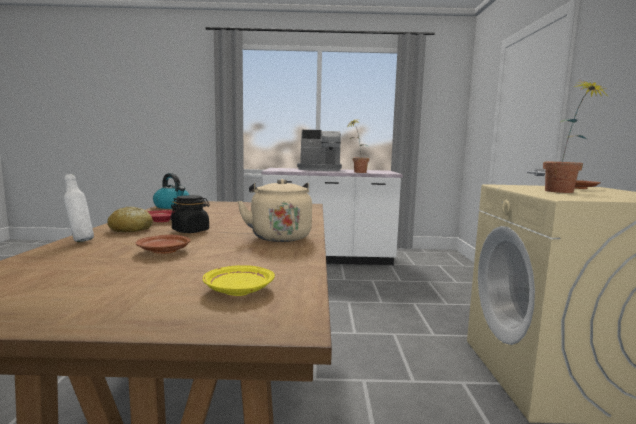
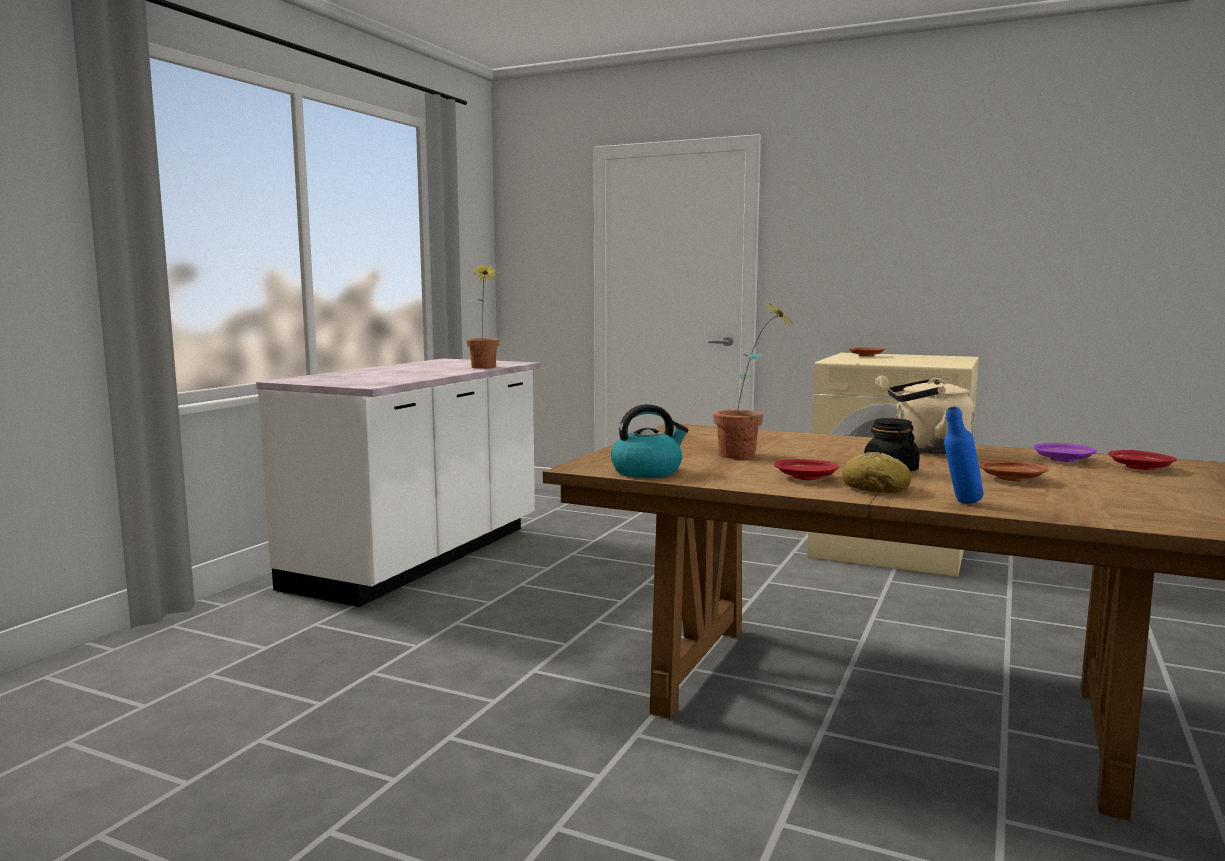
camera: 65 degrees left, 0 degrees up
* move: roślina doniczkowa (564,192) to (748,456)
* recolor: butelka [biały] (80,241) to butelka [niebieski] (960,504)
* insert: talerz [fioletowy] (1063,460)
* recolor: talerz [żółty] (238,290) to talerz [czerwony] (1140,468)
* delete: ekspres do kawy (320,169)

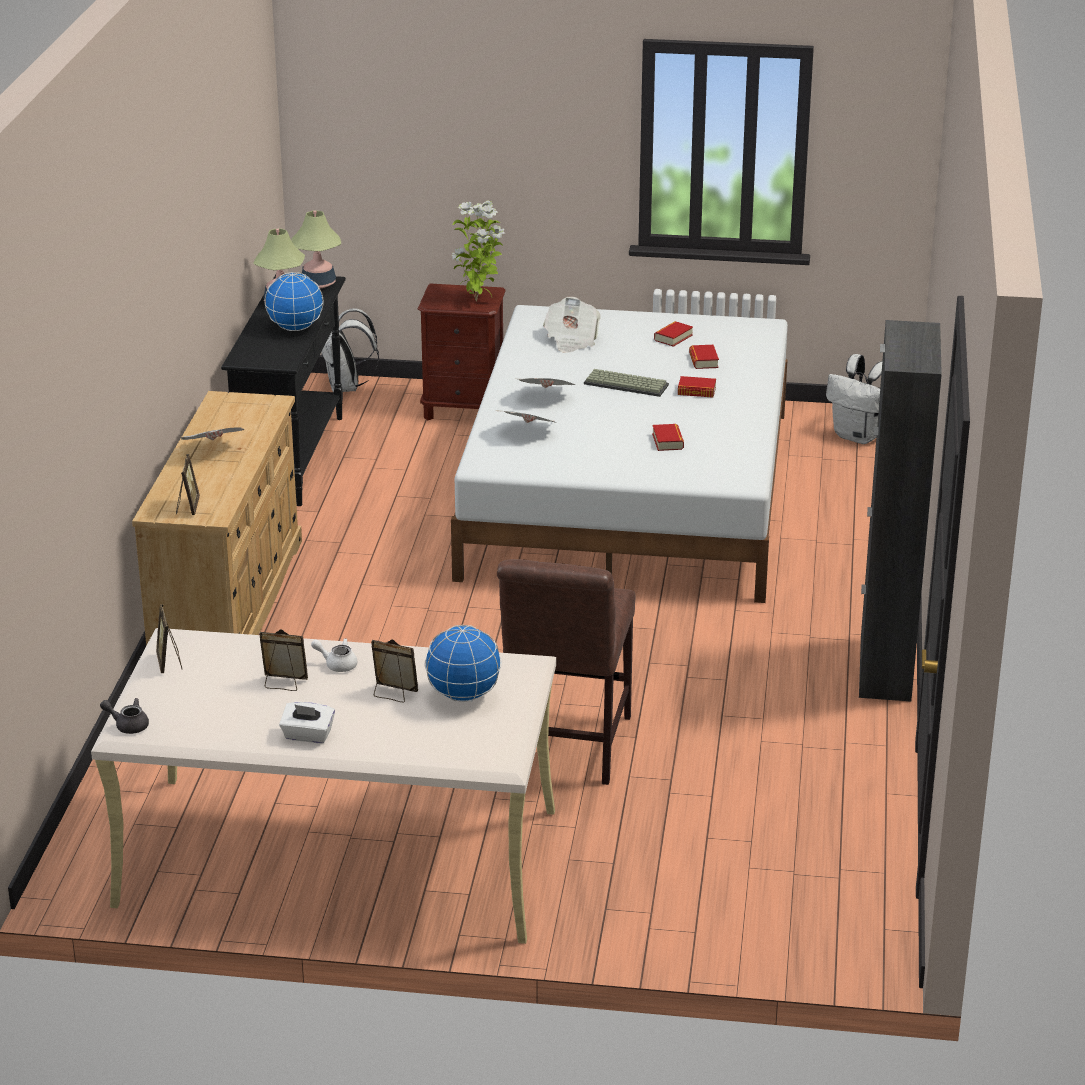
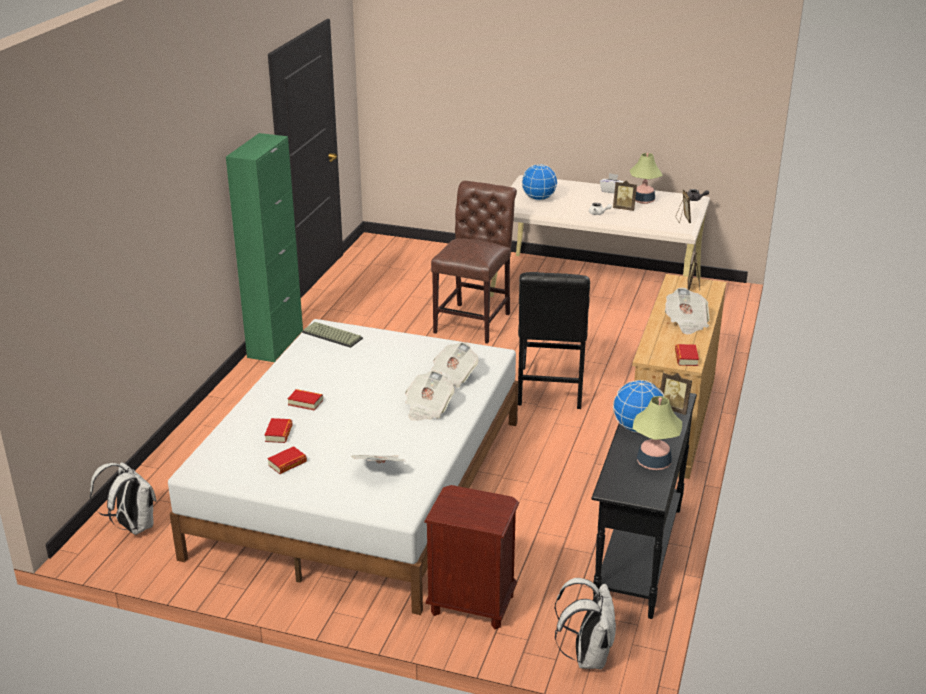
camera: 170 degrees left, 0 degrees up
* recolor: szafka [czarny] (885,668) to szafka [zielony] (275,344)
* move: klawiatura (627,384) to (331,336)
* insert: krzesło [czarny] (549,390)
* move: lampa stołowa (318,283) to (643,200)
* move: ramka na zdjęcie (393,694) to (674,409)
* move: książka (667,441) to (686,358)
* delete: roślina doniczkowa (478,301)

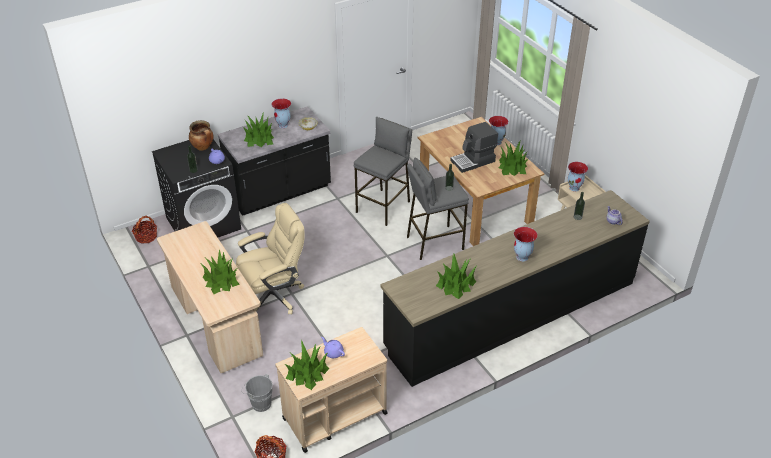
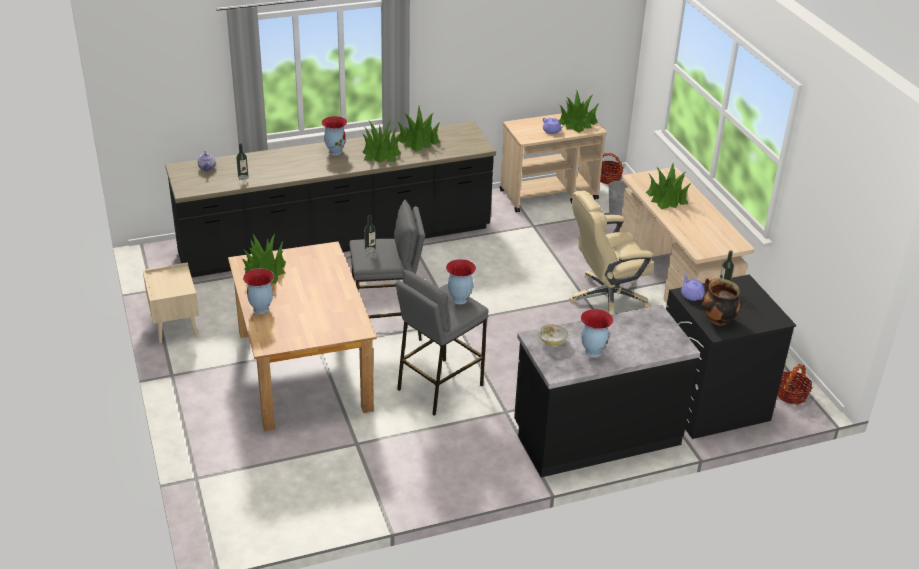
camera: 170 degrees left, 5 degrees down
* move: roślina doniczkowa (259,139) to (381,153)
* move: wazon (574,188) to (459,299)
* delete: ekspres do kawy (473,161)

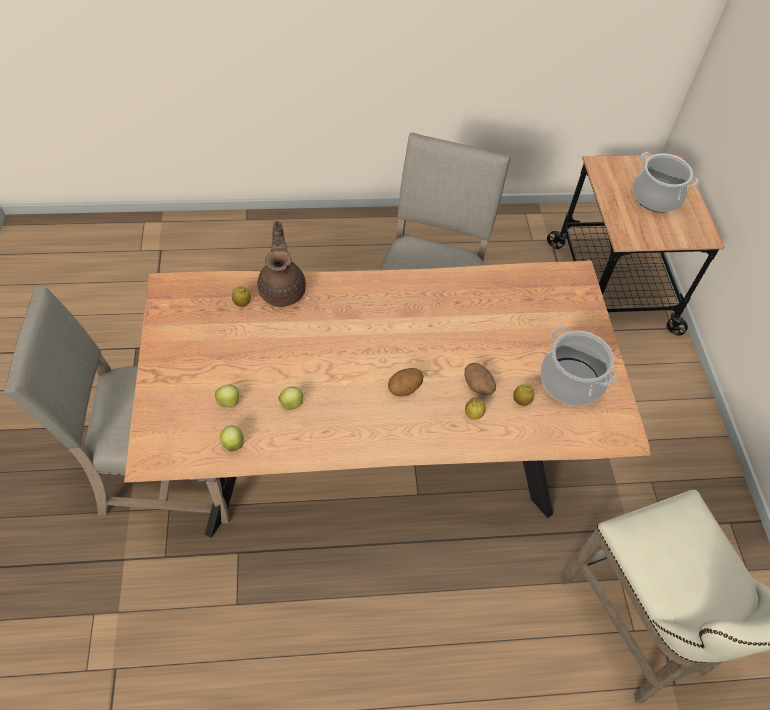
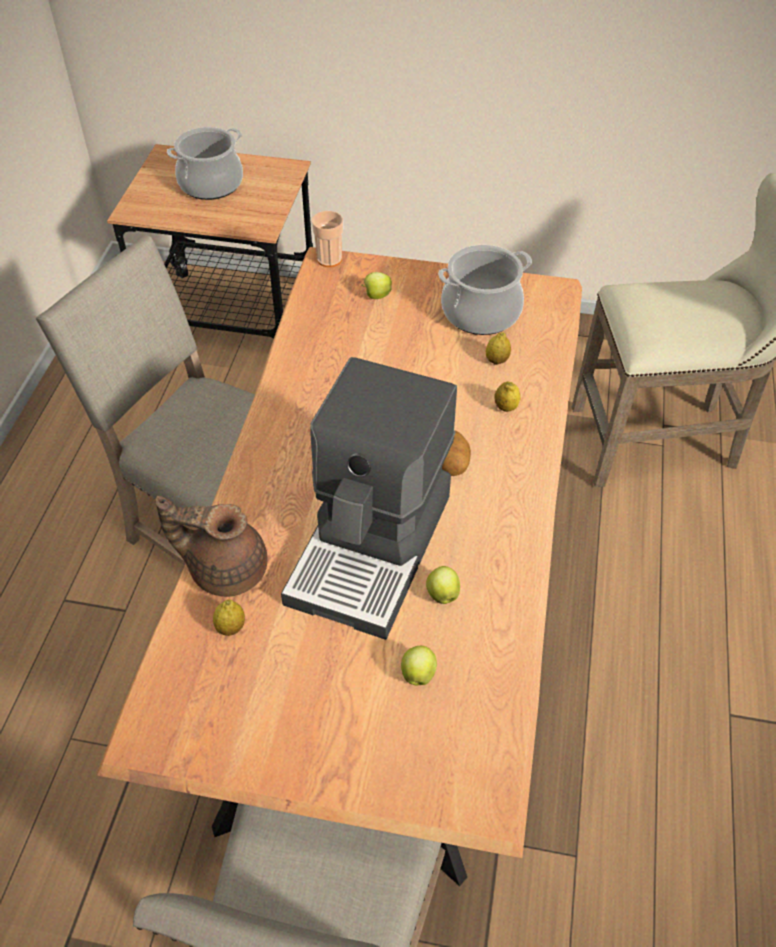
camera: 70 degrees left, 5 degrees down
* insert: ekspres do kawy (373,547)
* insert: filiżanka (329,259)
* move: jabłko (233,443) to (376,296)
* delete: ziemniak (478,386)

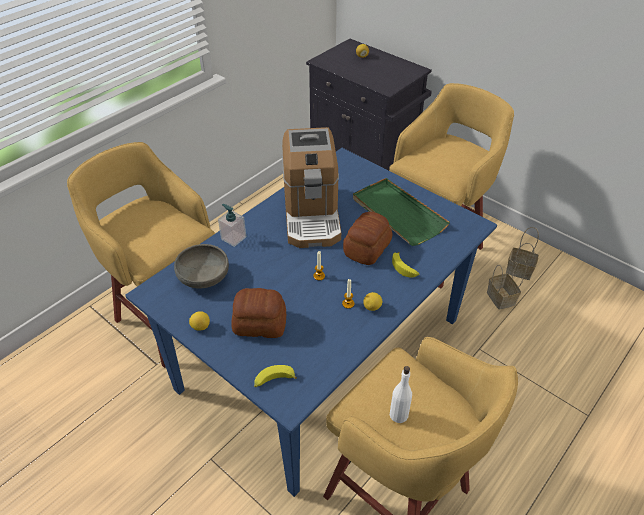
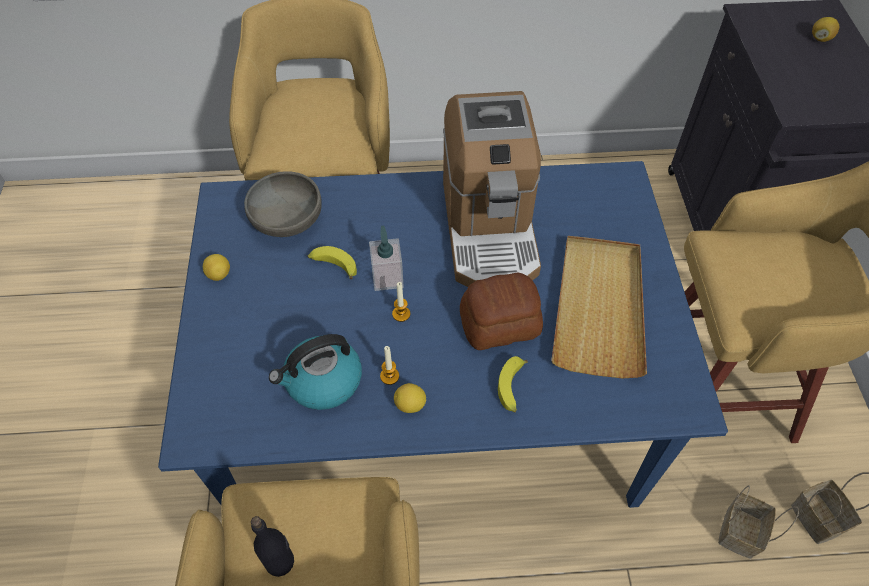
camera: 45 degrees right, 10 degrees up
* recolor: butelka [biały] (399,414) to butelka [czarny] (280,561)
* insert: czajnik (322,382)
* move: banan (274,381) to (333,266)
* move: dozownik mydła (233,238) to (387,277)
* rotate: ekspres do kawy (311,214) = (489,228) 45 degrees counterclockwise
* recolor: taca [zielony] (397,214) to taca [beżowy] (599,307)
* delete: chleb (259,323)

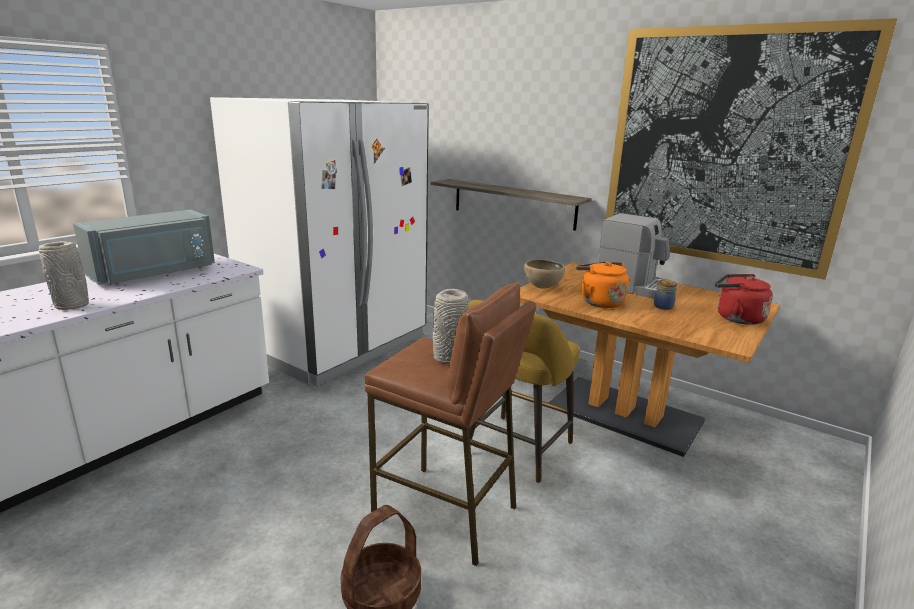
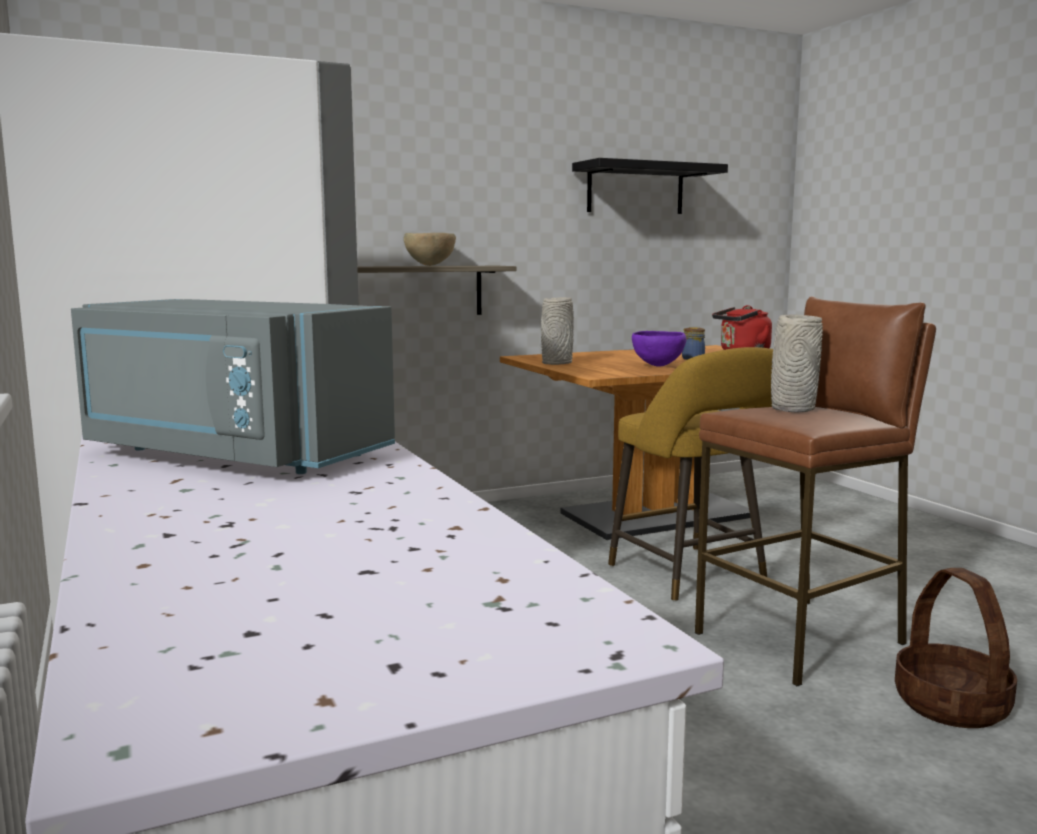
camera: 60 degrees left, 10 degrees down
* rotate: mikrofalówka [szary] (155,273) = (230,454) 135 degrees clockwise
* move: miska [brązowy] (542,288) to (430,265)
* move: wazon [szary] (73,305) to (556,363)
* replace: obraz (726,148) to półka [czarny] (635,189)
* replace: czajnik [pomarańczowy] (600,302) to miska [fioletowy] (657,366)
* delete: ekspres do kawy (635,288)

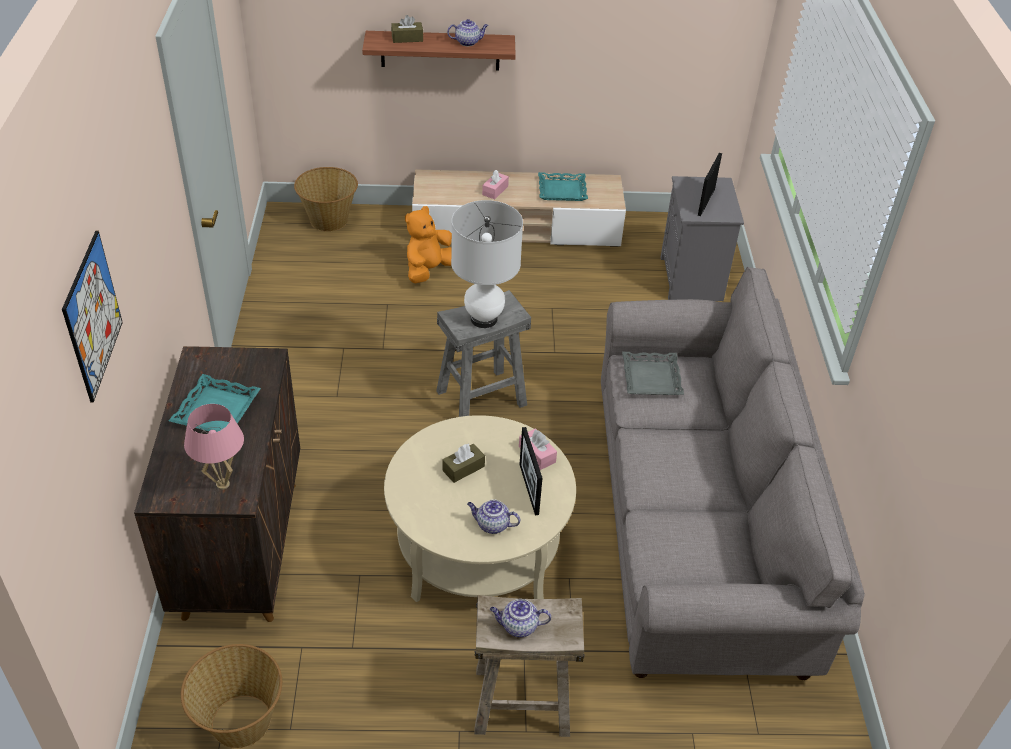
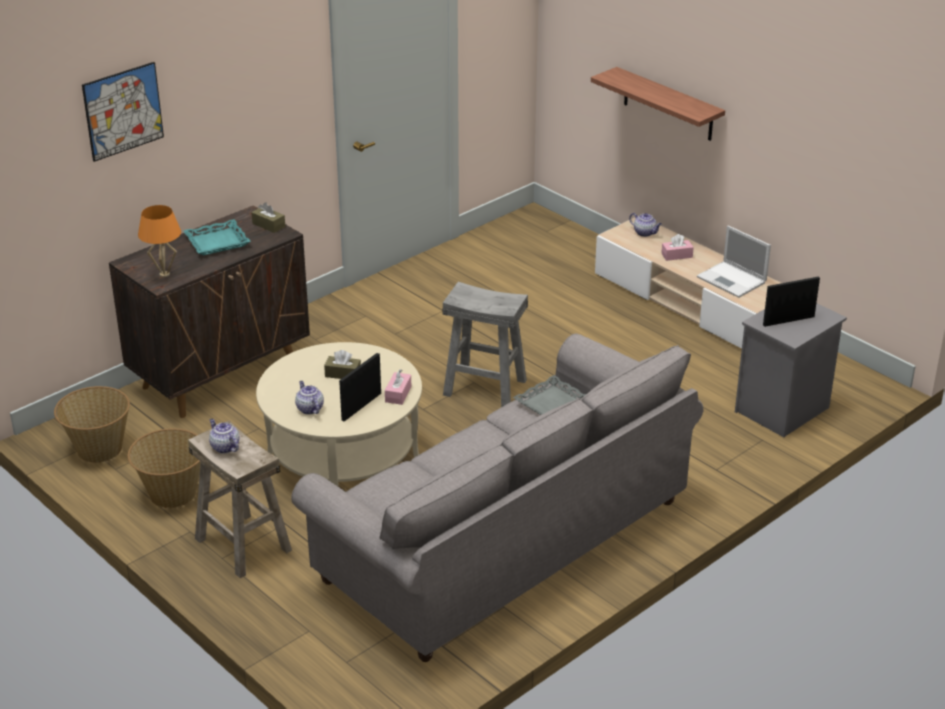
camera: 50 degrees right, 10 degrees down
* move: koszyk (329,221) to (172,494)
* recolor: lampa stołowa [różowy] (222,484) to lampa stołowa [pomarańczowy] (164,274)
* move: pudełko chusteczek [brązowy] (407,38) to (268,225)
* move: imbryk (468,42) to (645,233)
* replace: taca [turkusowy] (562,190) to laptop (732,280)
* delete: pluszak [pomarańczowy] (428,270)
* delete: lampa stołowa [biały] (484,319)

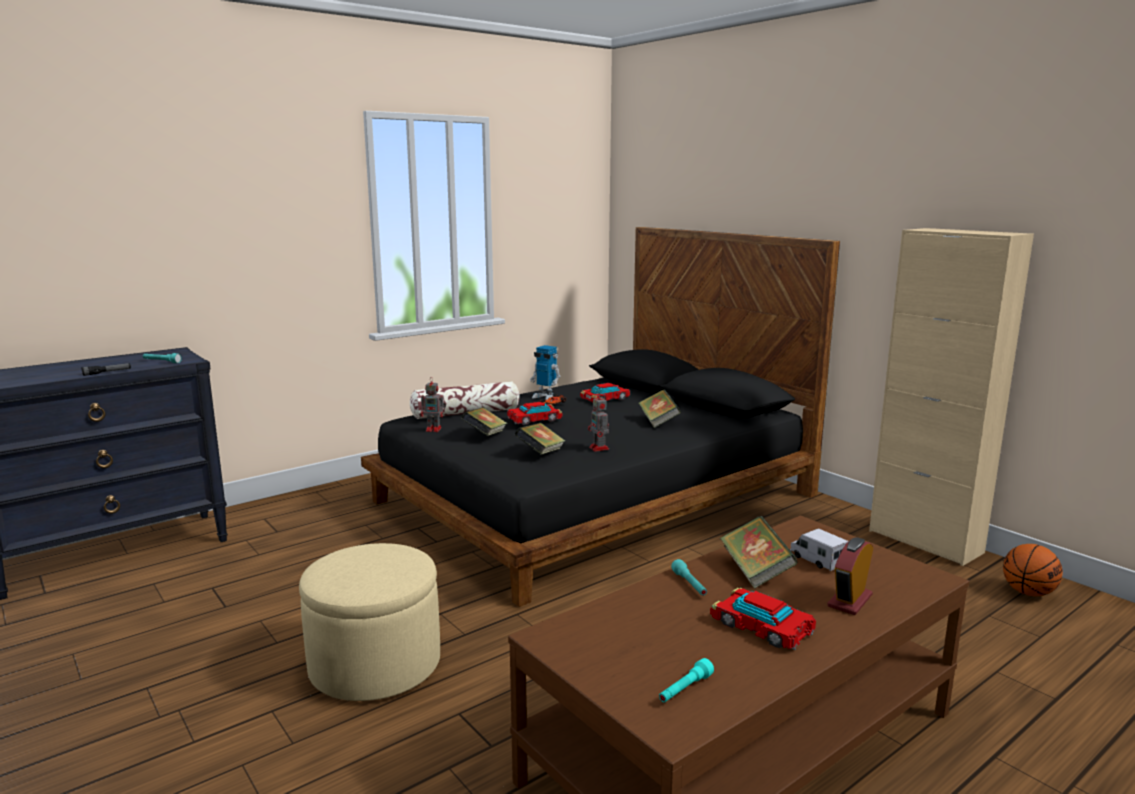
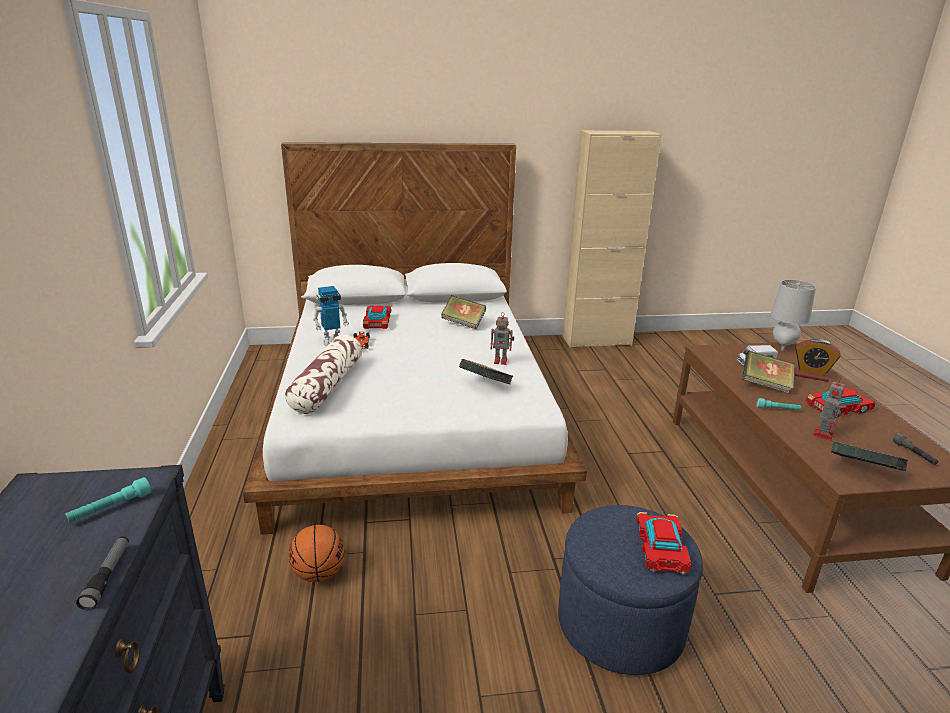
camera: 60 degrees left, 10 degrees up
* recolor: łóżko [czarny] (594,498) to łóżko [biały] (413,412)
* move: piłka do koszykówki (1028,592) to (319,573)
* recolor: pufa [beżowy] (375,665) to pufa [niebieski] (620,623)
* move: samochodzik (534,419) to (660,547)
* insert: lampa stołowa [szary] (782,346)
* rotate: budzik (850,600) = (810,375) 45 degrees counterclockwise
* move: robot zabawkowy (434,429) to (823,434)
* move: książka (485,435) to (863,472)
* recolor: latarka [turkusowy] (685,689) to latarka [szary] (914,454)

